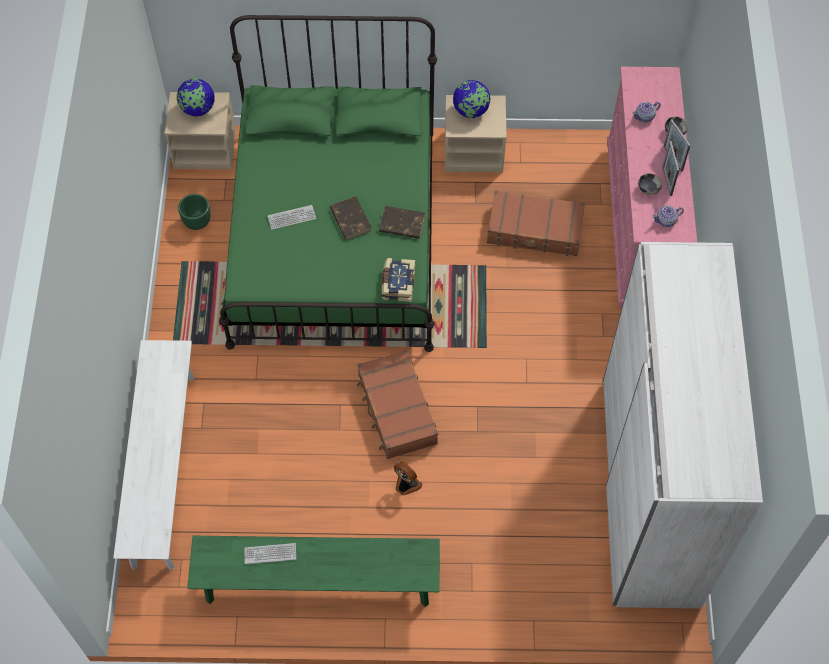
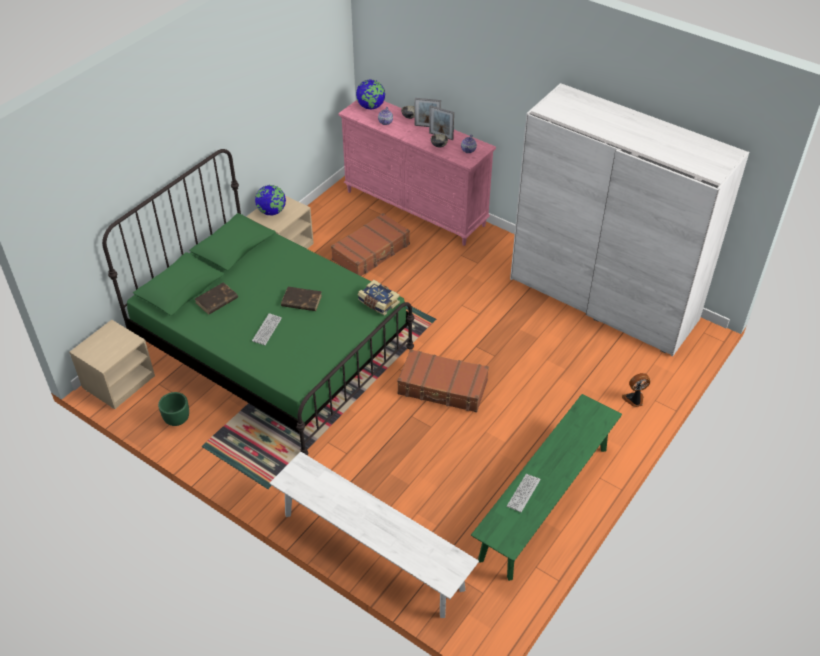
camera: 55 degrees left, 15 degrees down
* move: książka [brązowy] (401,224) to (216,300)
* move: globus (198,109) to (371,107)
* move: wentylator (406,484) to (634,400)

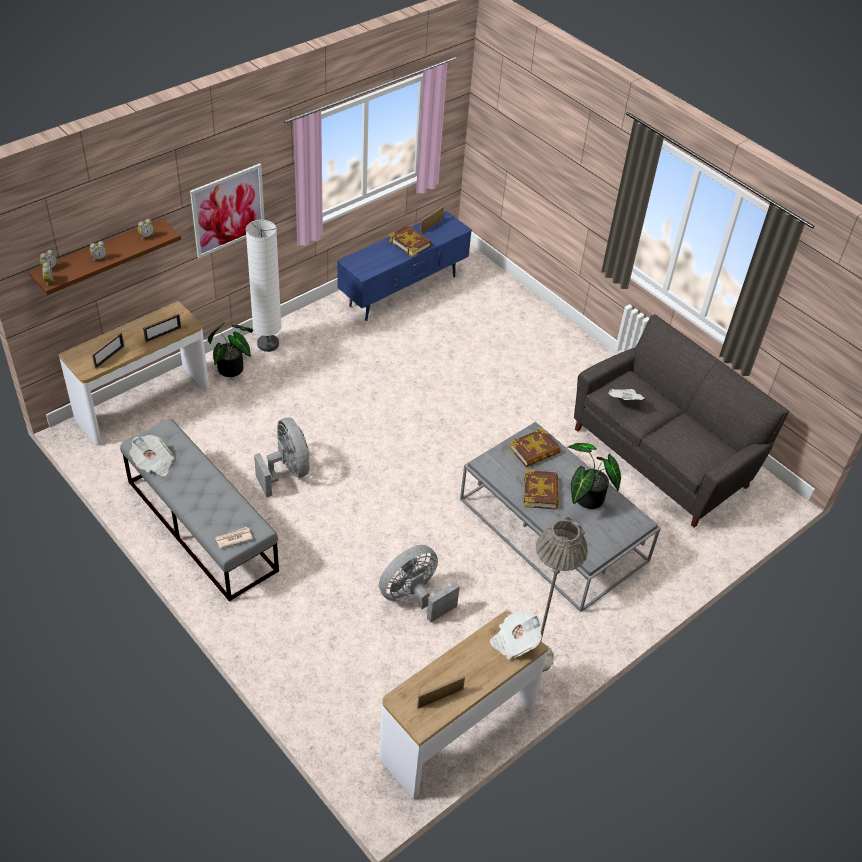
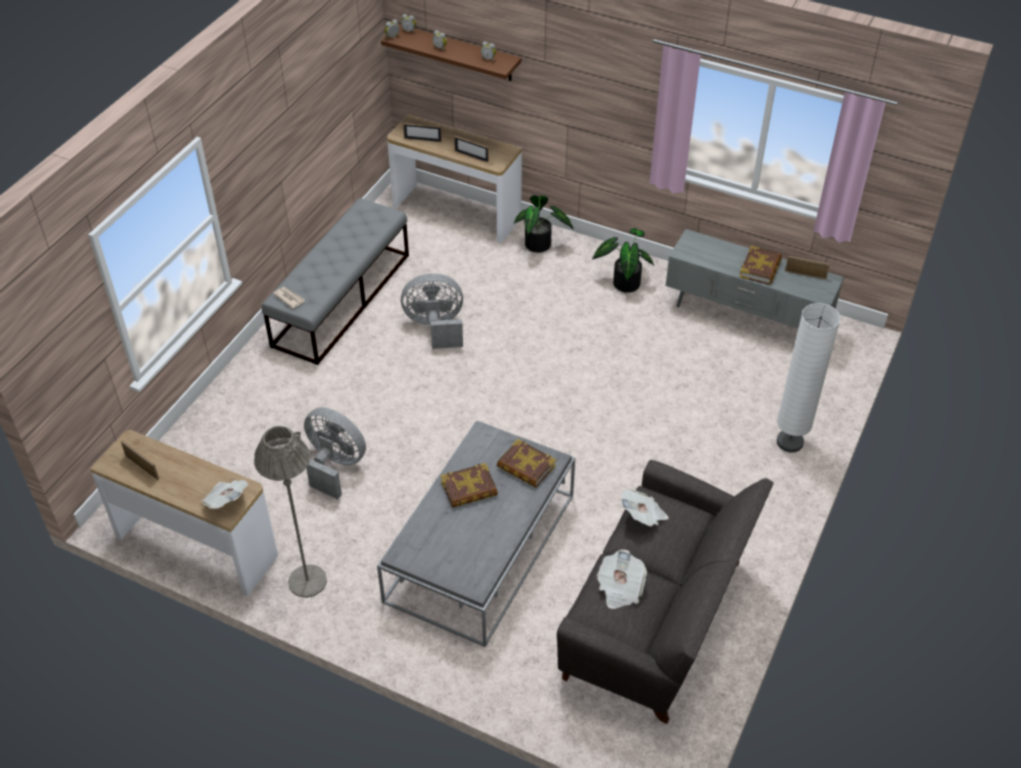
camera: 70 degrees right, 0 degrees up
* rotate: wentylator [szary] (287,471) = (436,327) 135 degrees counterclockwise
* move: roślina doniczkowa (586,499) to (623,282)
* move: gazeta (153,463) to (620,588)
* recolor: szafka pod telewizor [niebieski] (403,291) to szafka pod telewizor [szary] (745,319)
* move: lampa stojąca [biały] (268,344) to (789,442)
* delete: obraz (228,210)

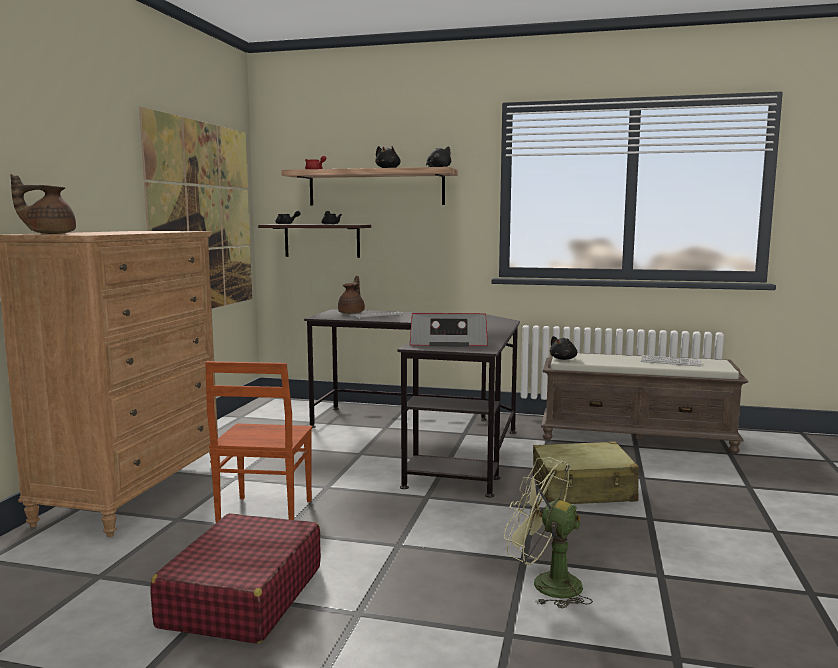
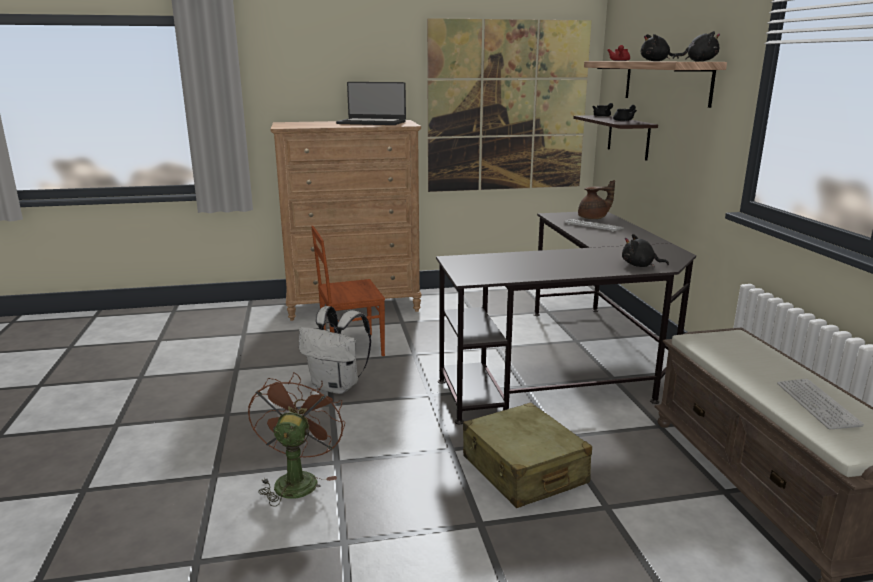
camera: 65 degrees right, 10 degrees up
* recolor: wentylator [zielony] (545,584) to wentylator [brązowy] (297,479)
* insert: plecak [biały] (337,386)
* insert: laptop (372,122)
* move: pluszak [czarny] (564,359) to (640,266)
* delete: imbryk [brązowy] (49,234)
* delete: walizka [czerwony] (242,596)
* delete: radio (448,343)

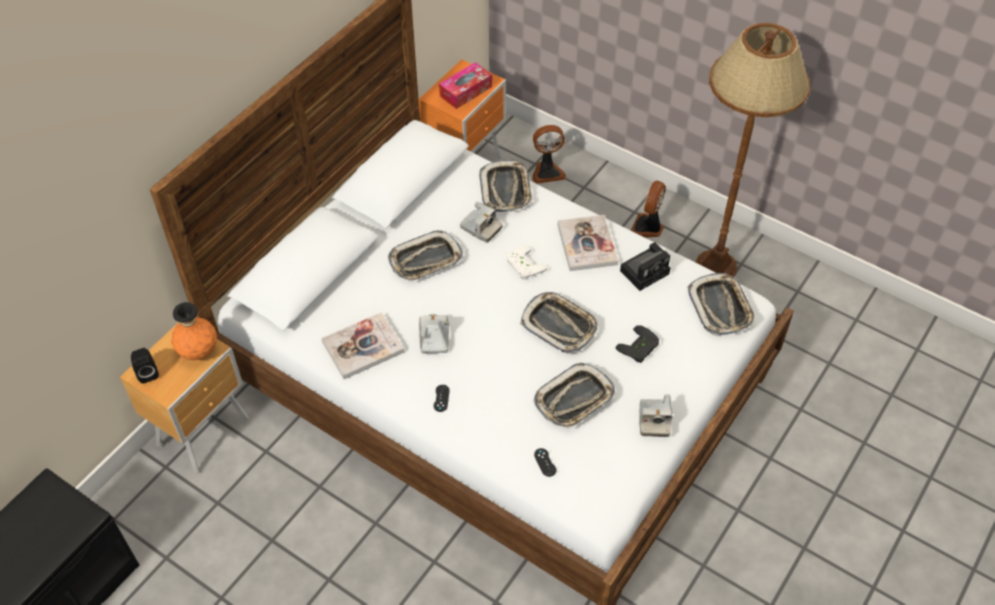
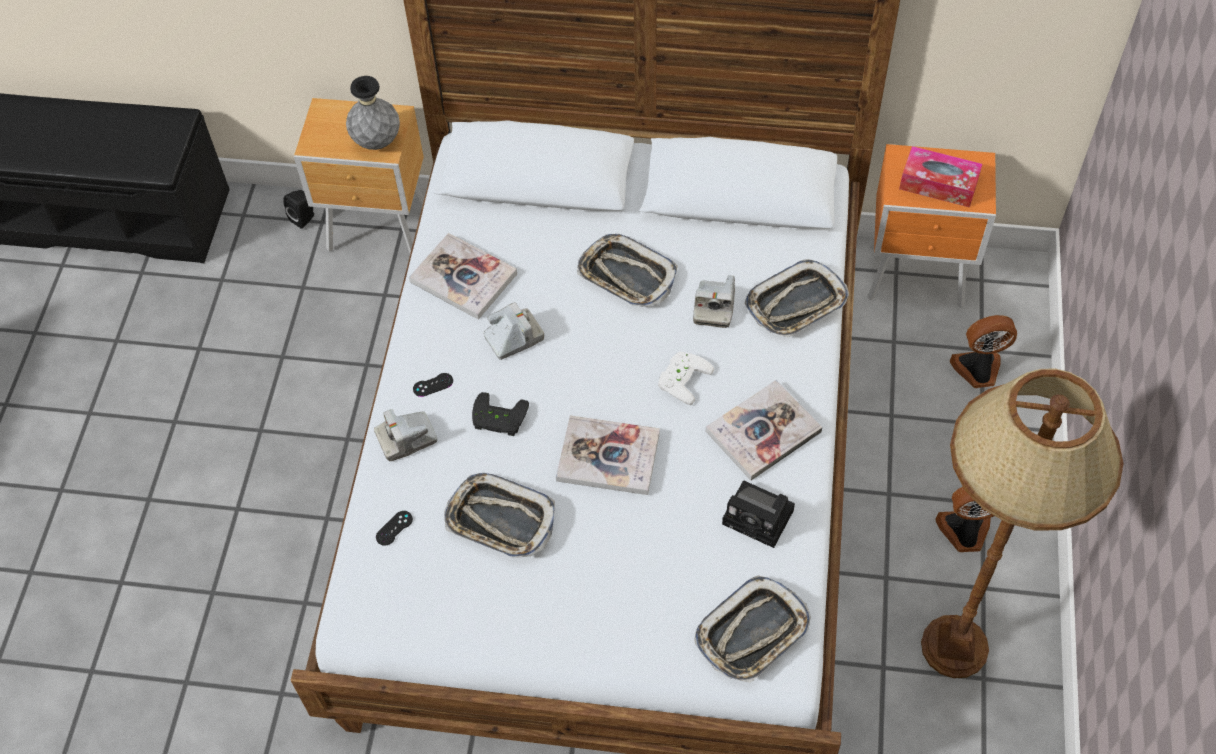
camera: 65 degrees right, 5 degrees up
* move: głośnik [czarny] (147,373) to (304,218)
* recolor: wazon [pomarańczowy] (199,352) to wazon [szary] (377,142)
* move: aparat fotograficzny (654,420) to (407,439)
* move: pad do gier [czarny] (640,348) to (498,419)
* replace: taca (559,325) to książka (608,457)
* rotate: wentylator (547,171) = (978,370) 120 degrees clockwise

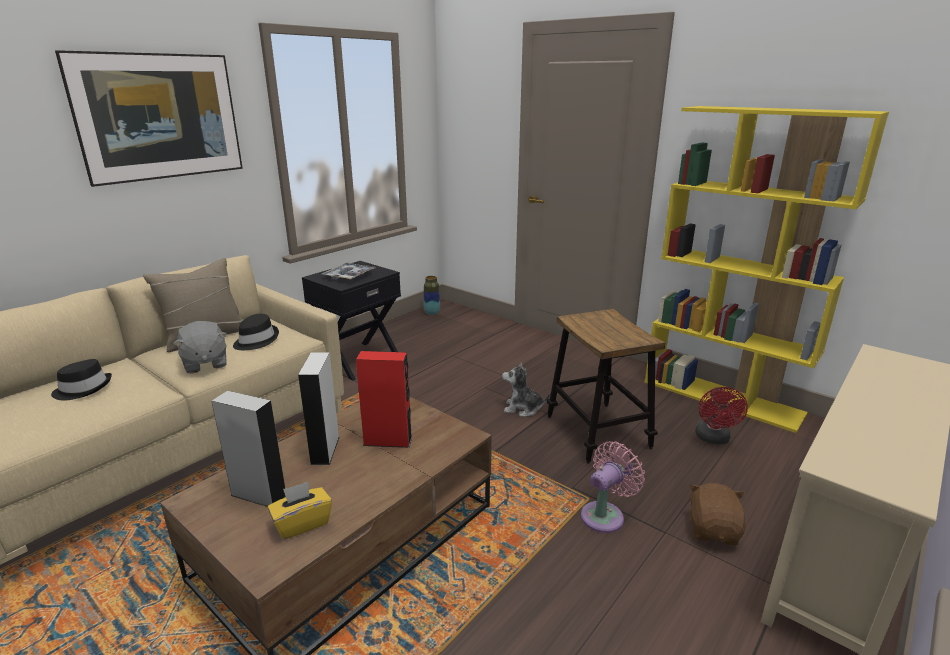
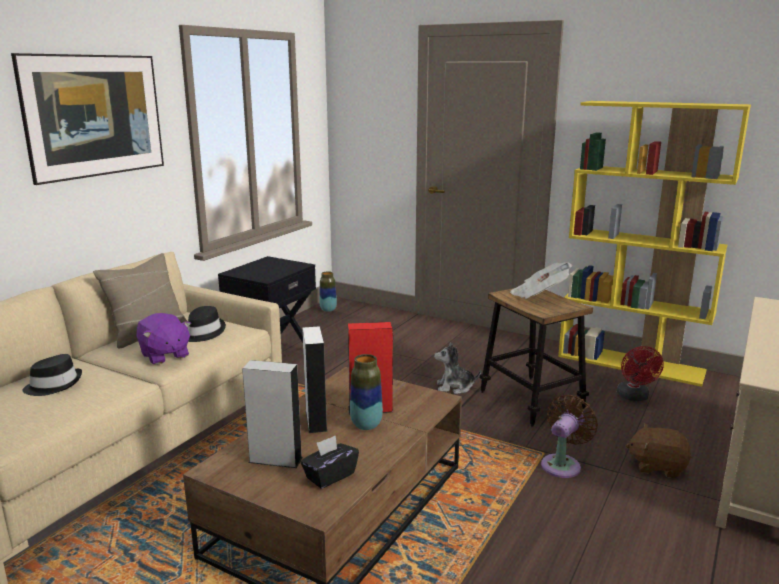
camera: 10 degrees left, 5 degrees down
* recolor: pluszak [szary] (205,363) to pluszak [fioletowy] (164,355)
* recolor: pudełko chusteczek [żółty] (302,523) to pudełko chusteczek [czarny] (330,476)
* insert: wazon (366,425)
* insert: gazeta (539,295)
* recolor: wentylator [różowy] (605,515) to wentylator [brązowy] (563,464)
* rotate: pluszak [brązowy] (713,530) = (657,466) 75 degrees counterclockwise
* delete: taca (349,276)

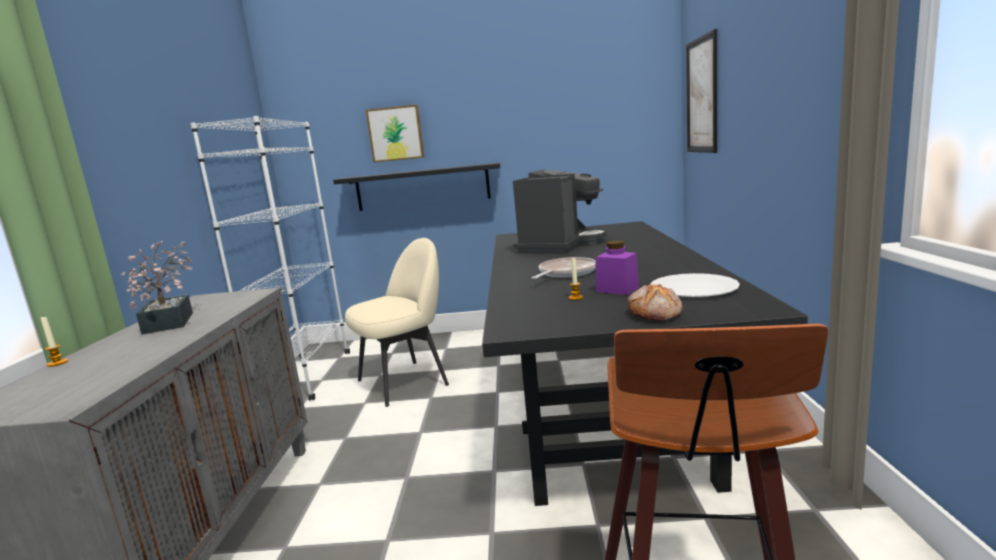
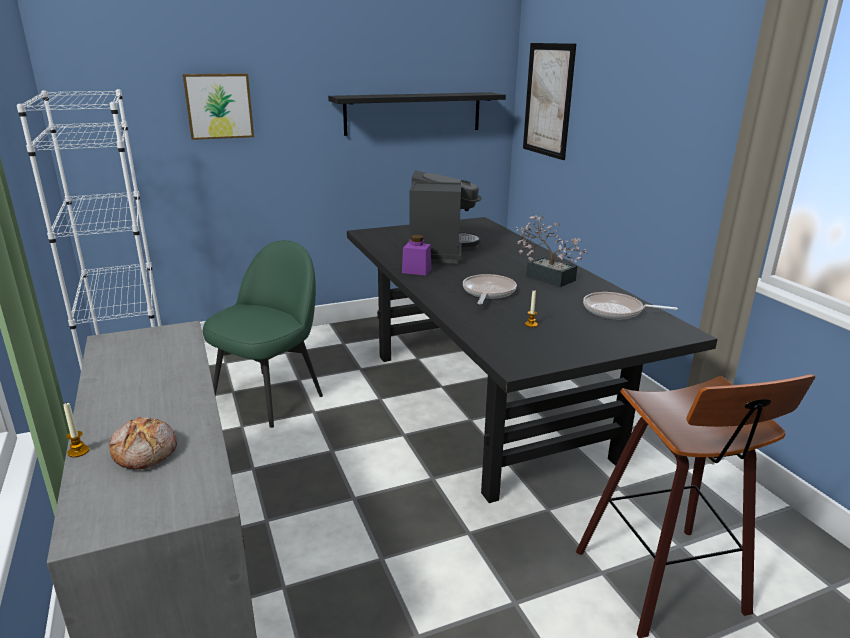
camera: 25 degrees left, 10 degrees up
* move: chleb (655,313) to (146,451)
* recolor: krzesło [beżowy] (405,381) to krzesło [zielony] (270,396)
* move: półka [czarny] (422,187) to (413,113)
* move: słoik [fioletowy] (617,289) to (416,271)
* move: roślina doniczkowa (171,321) to (546,277)
* replace: talerz [biały] (694,288) to patelnia (616,311)

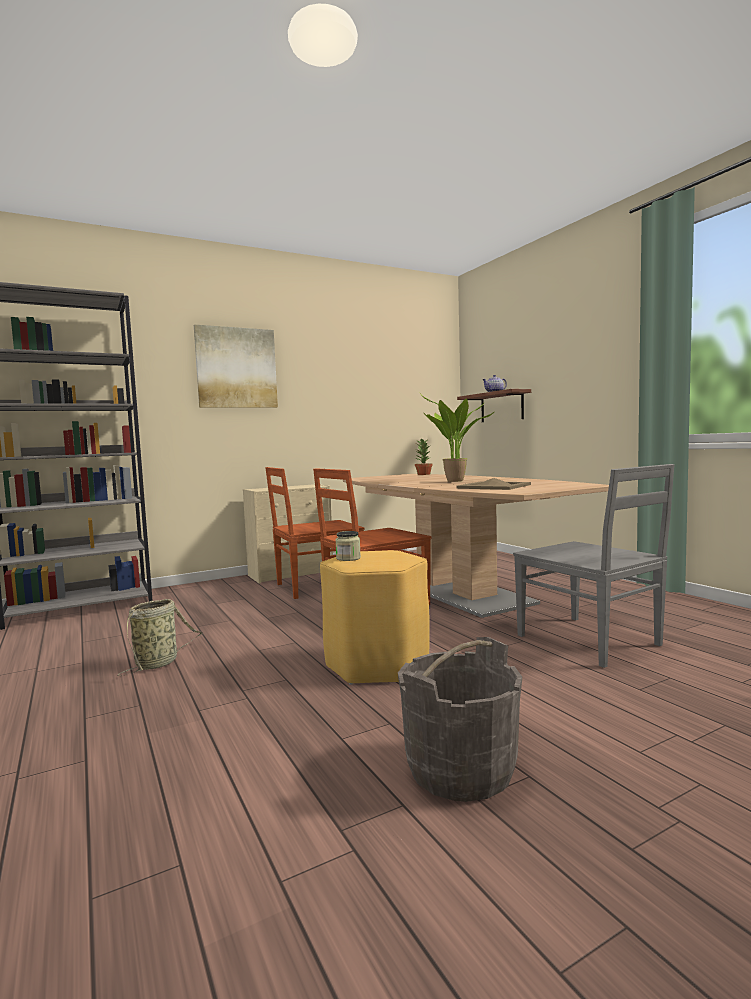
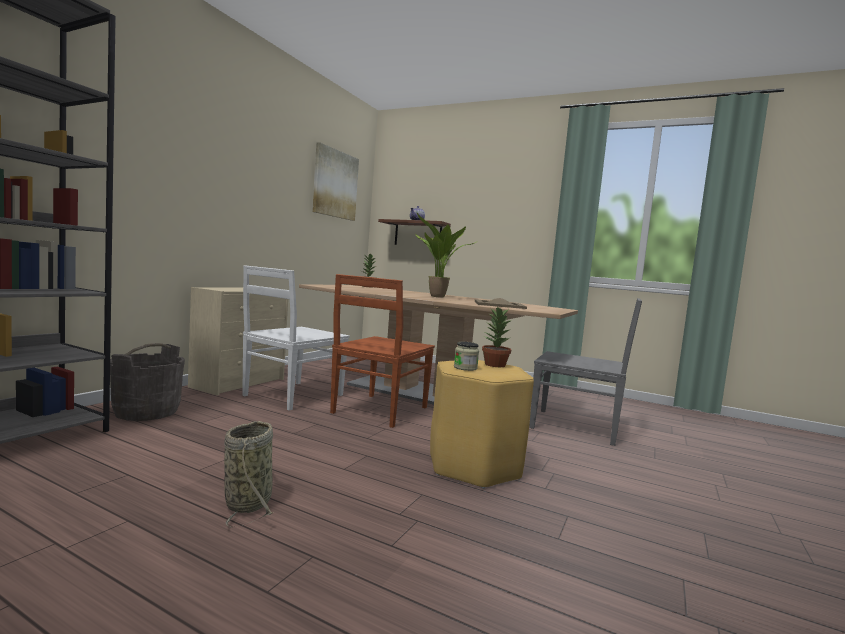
camera: 35 degrees left, 0 degrees up
* move: wiadro [szary] (460,769) to (146,412)
* recolor: krzesło [brązowy] (317,586) to krzesło [biały] (292,395)
* move: obraz (236,368) to (335,184)
* insert: roślina doniczkowa (494,365)

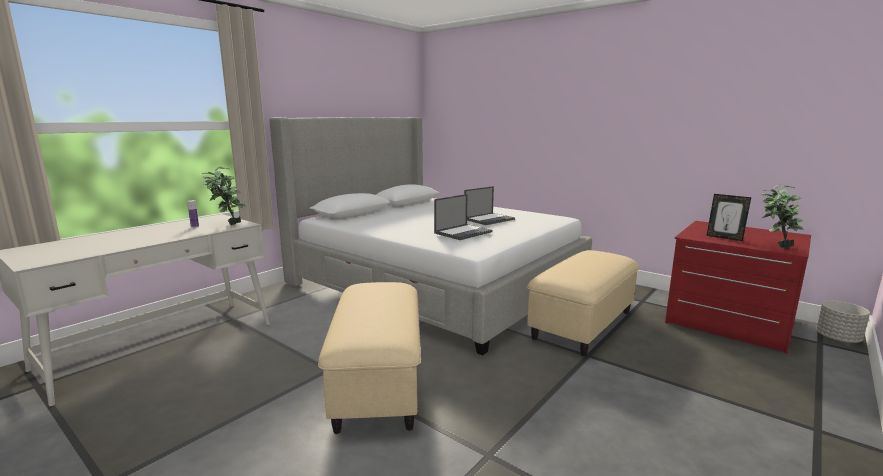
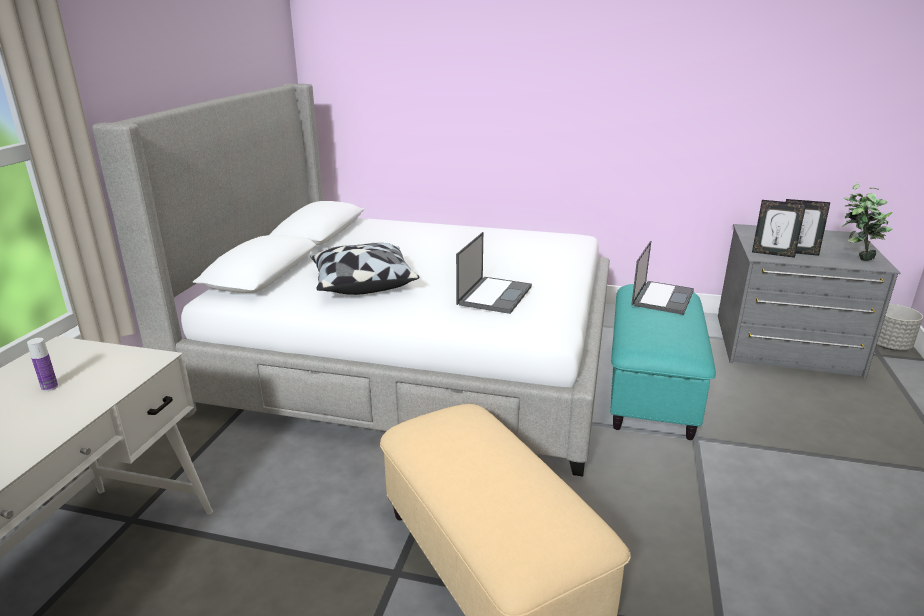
camera: 25 degrees left, 10 degrees up
* insert: poduszka (362,283)
* recolor: pufa [beżowy] (581,324) to pufa [turkusowy] (649,389)
* move: laptop (489,219) to (662,297)
* recolor: komoda [czerwony] (728,322) to komoda [szary] (785,345)
* insert: ramka na zdjęcie (773,253)
* delete: roślina doniczkowa (228,224)

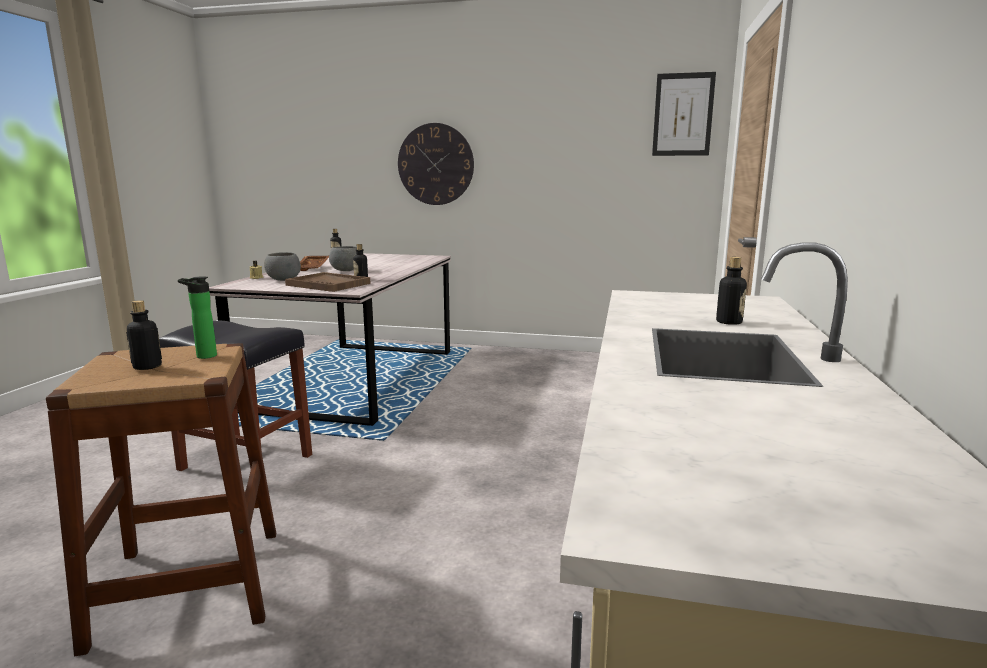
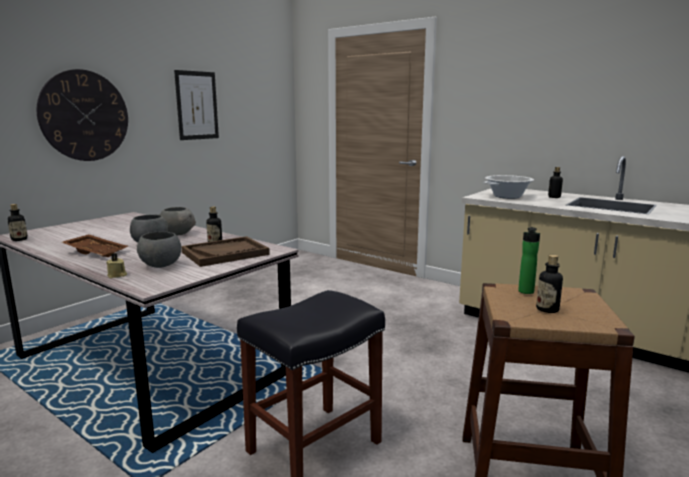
camera: 65 degrees left, 0 degrees up
* insert: miska [szary] (177,234)
* move: obraz (683,114) to (197,105)
* insert: garnek (507,196)

